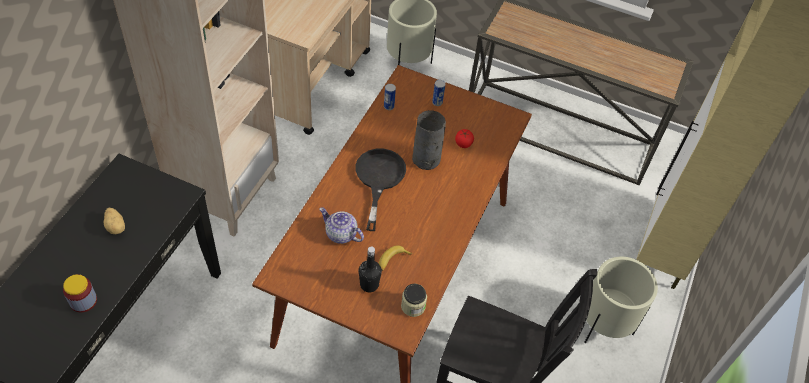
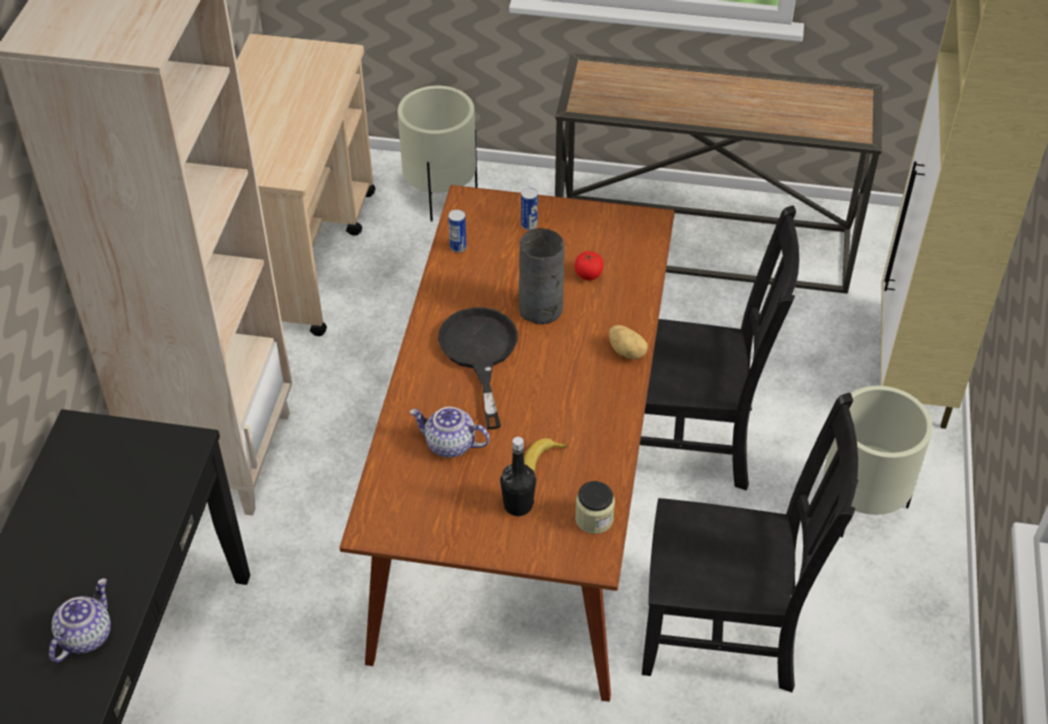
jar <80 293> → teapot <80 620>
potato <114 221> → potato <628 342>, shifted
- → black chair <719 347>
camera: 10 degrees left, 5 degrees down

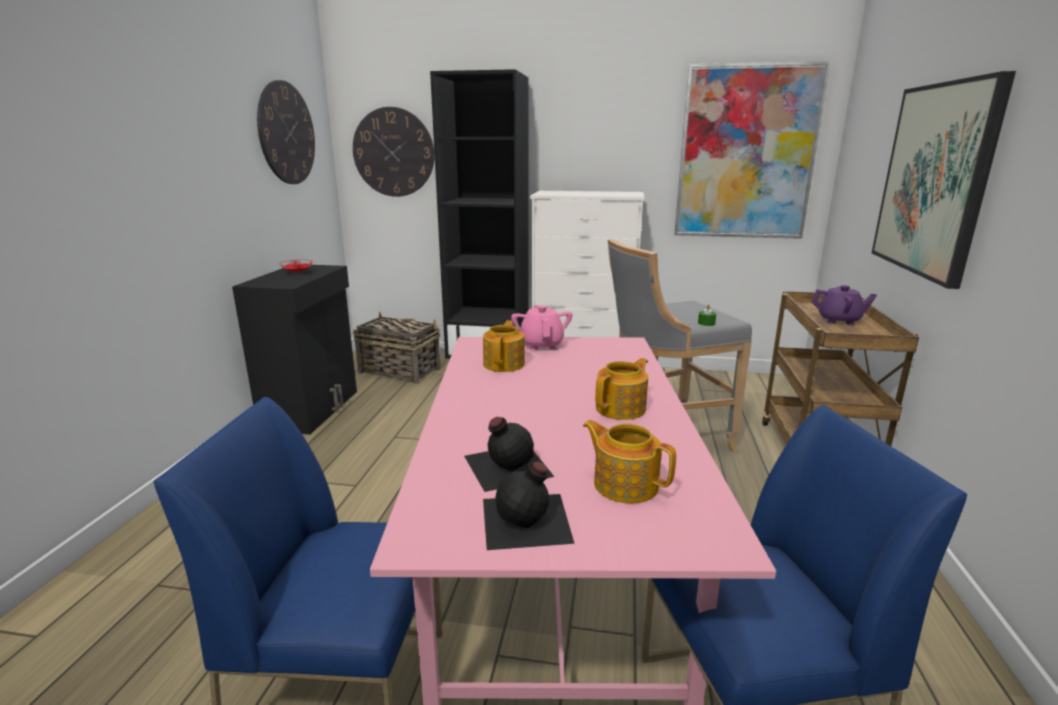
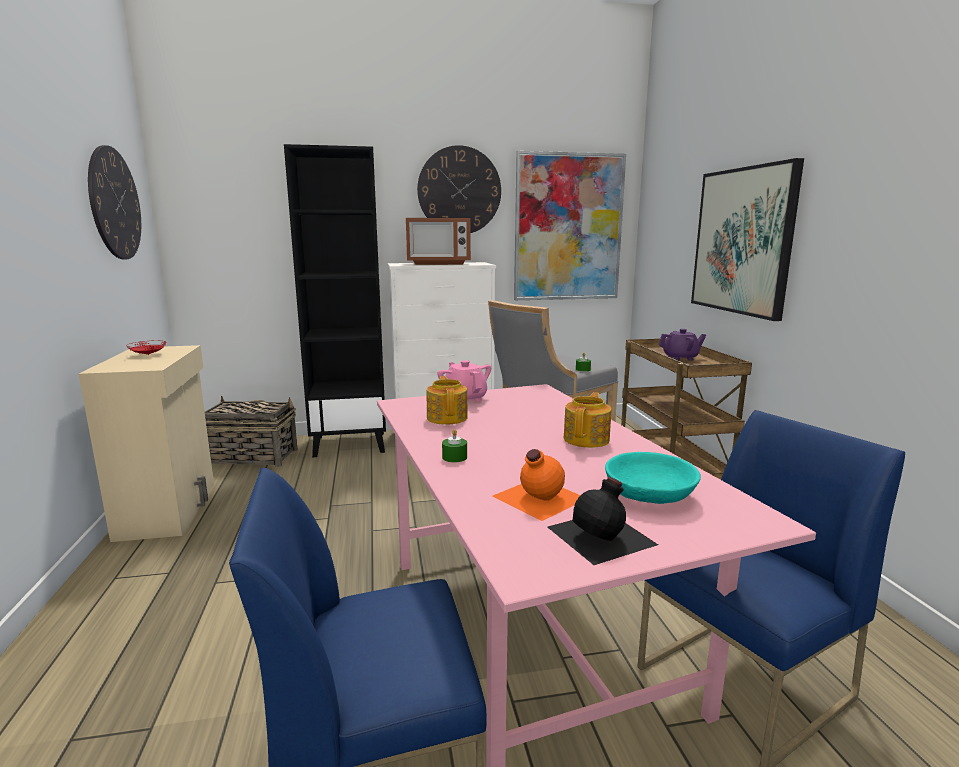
black cabinet <294 350> → beige cabinet <146 443>
wall clock <394 152> → wall clock <459 189>, shifted
black bottle <509 454> → orange bottle <536 485>
teapot <629 461> → turquoise bowl <653 478>
- → microwave <438 241>
- → green candle <454 446>
camera: 20 degrees left, 5 degrees down

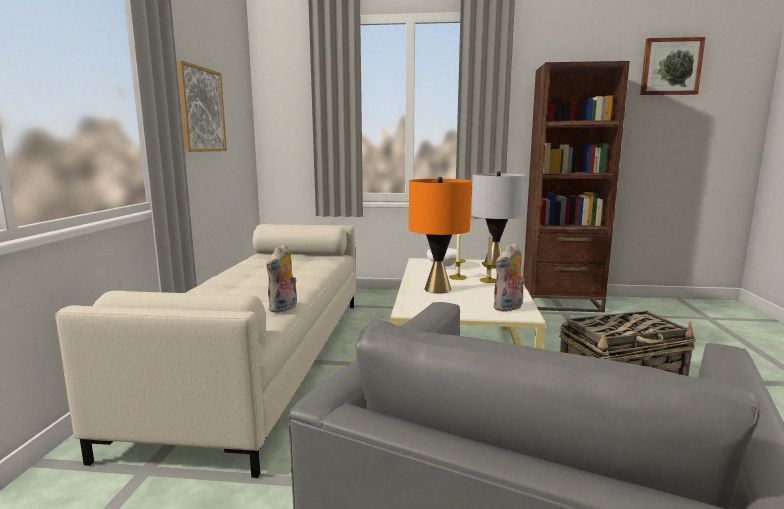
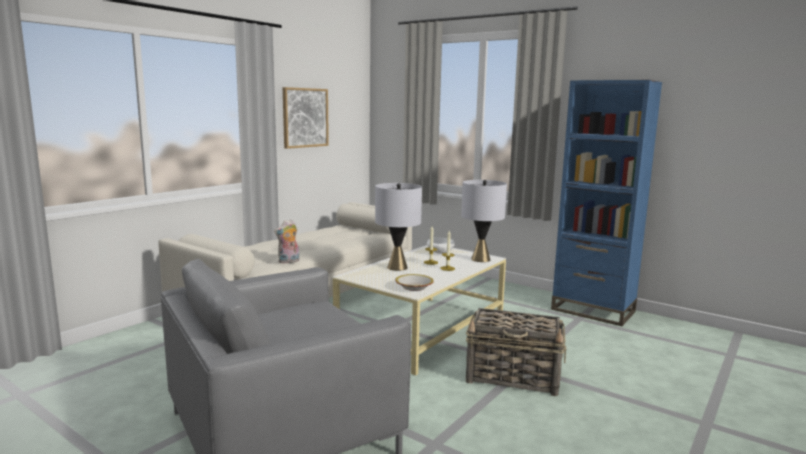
orange table lamp <440 235> → grey table lamp <398 227>
plush toy <509 277> → bowl <414 282>
brown bookcase <576 186> → blue bookcase <606 203>
picture <673 66> → -
camera: 30 degrees right, 0 degrees up

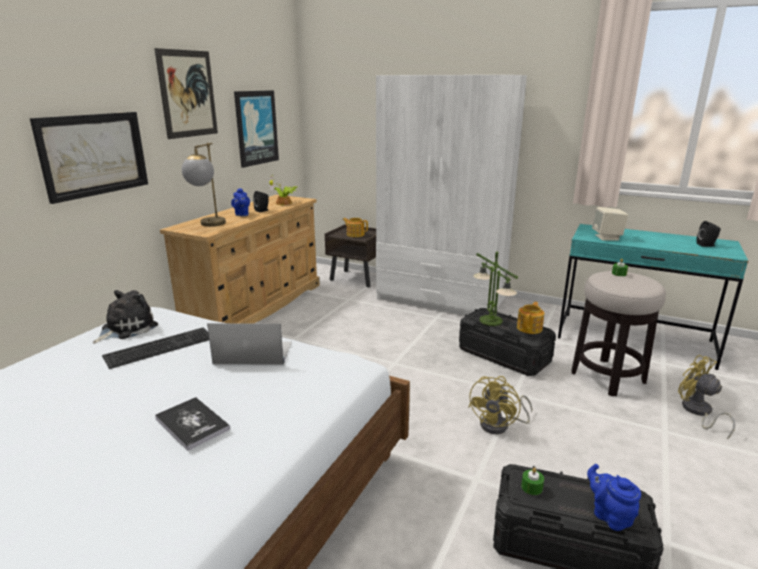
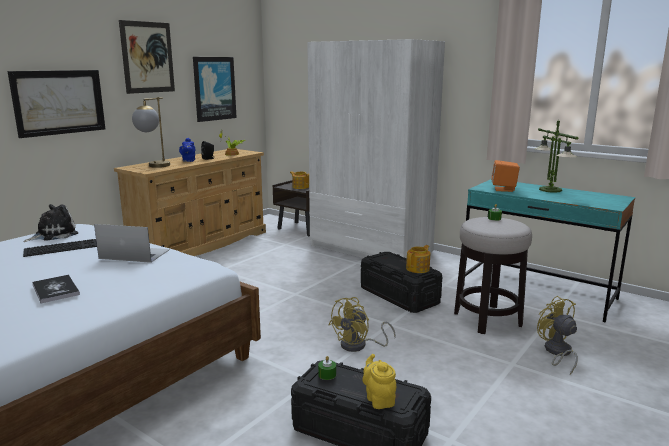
table lamp <495 289> → table lamp <556 156>, shifted
blue teapot <614 497> → yellow teapot <379 381>
beige speaker <610 223> → orange speaker <505 176>
black speaker <708 234> → -
camera: 10 degrees right, 5 degrees down

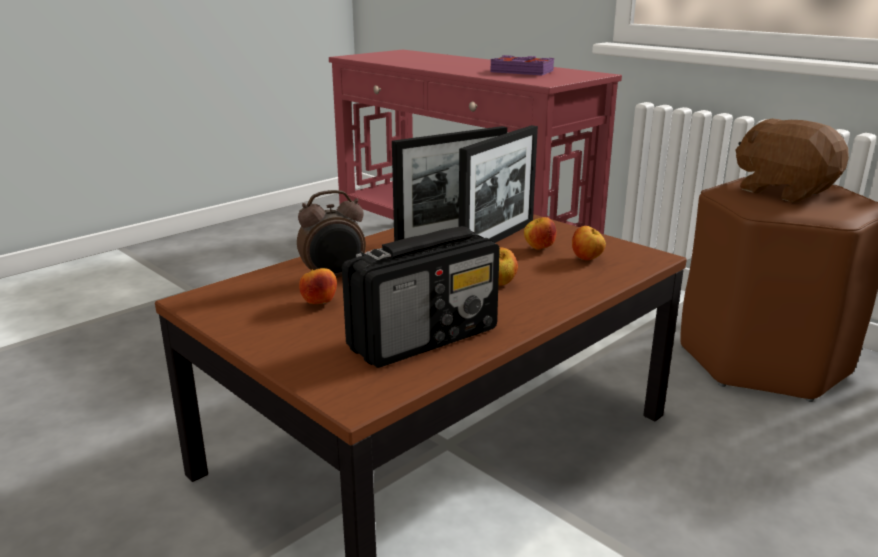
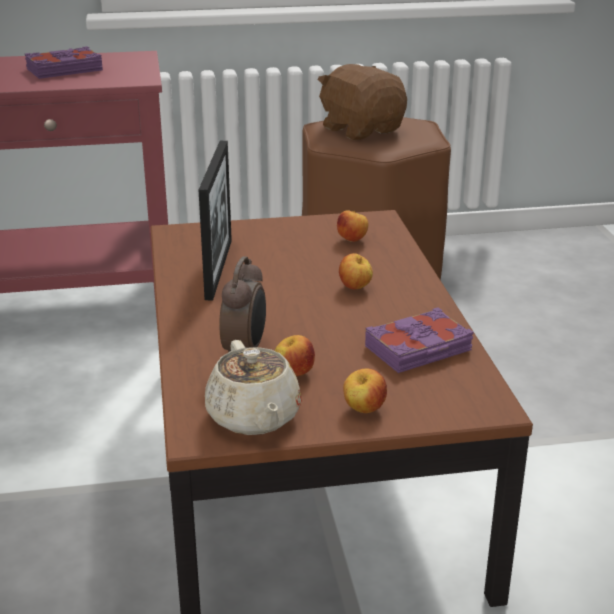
radio <421 297> → purple book <419 340>
picture frame <498 184> → -
apple <540 233> → apple <365 391>, shifted
brown plush toy <792 160> → brown plush toy <362 102>, 60 degrees clockwise
- → beige teapot <253 387>
camera: 55 degrees left, 5 degrees up

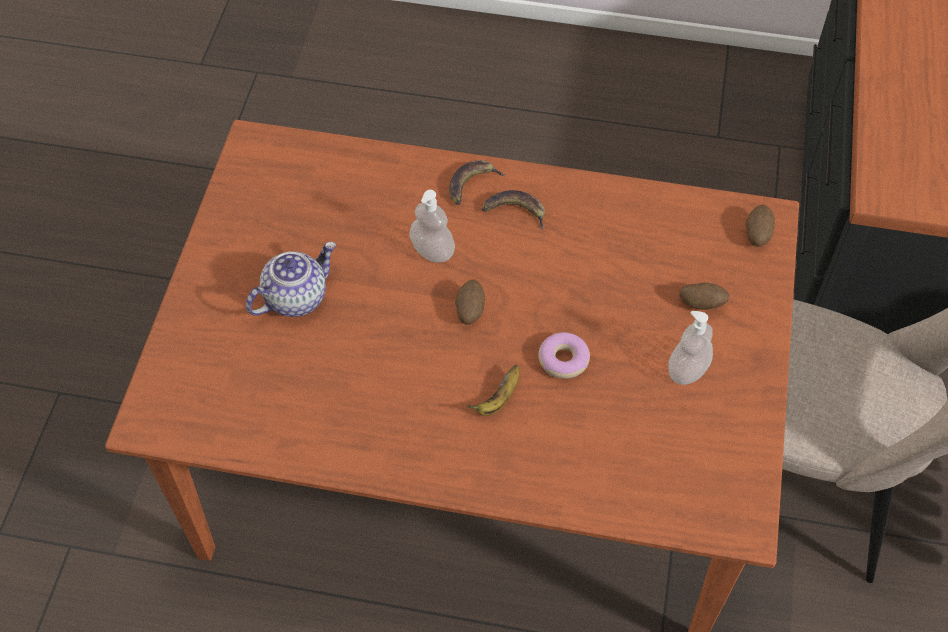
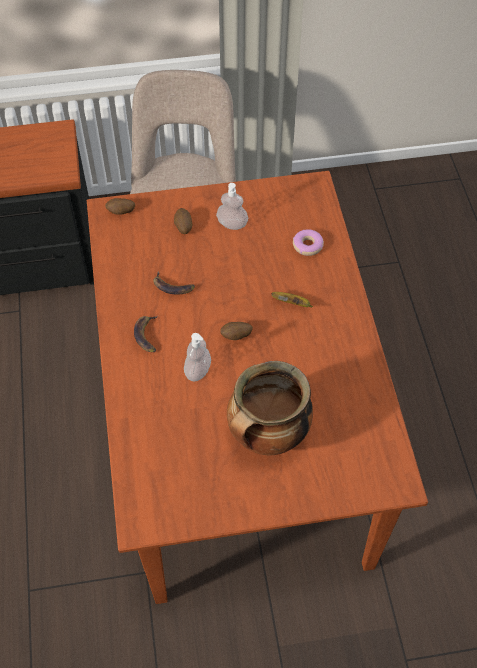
teapot <290 279> → cooking pot <270 408>
banana <477 182> → banana <174 283>, shifted
donut <564 355> → donut <308 242>, shifted
camera: 110 degrees left, 0 degrees up

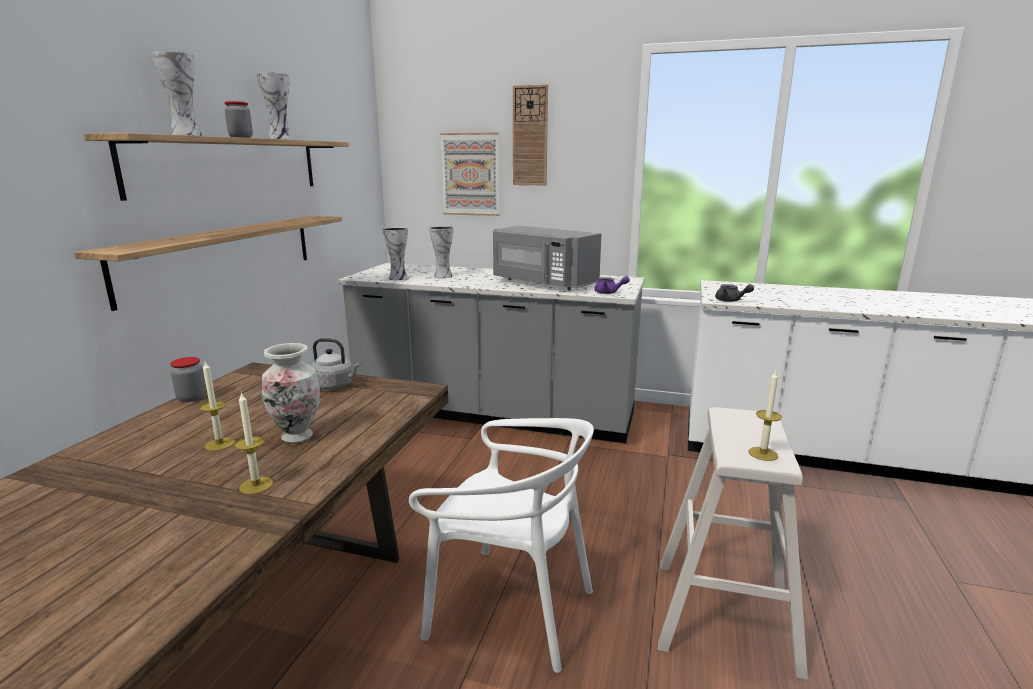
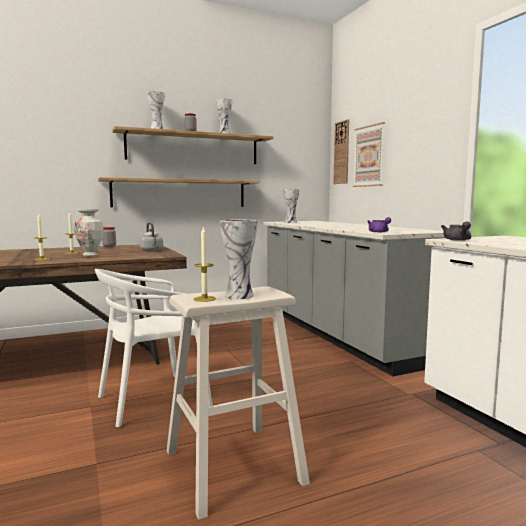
white chair <501 545> → white chair <154 348>, 75 degrees clockwise
vase <441 252> → vase <239 259>, shifted
grey microwave <547 258> → -
wall clock <530 135> → wall clock <341 151>, shifted
camera: 50 degrees right, 10 degrees down

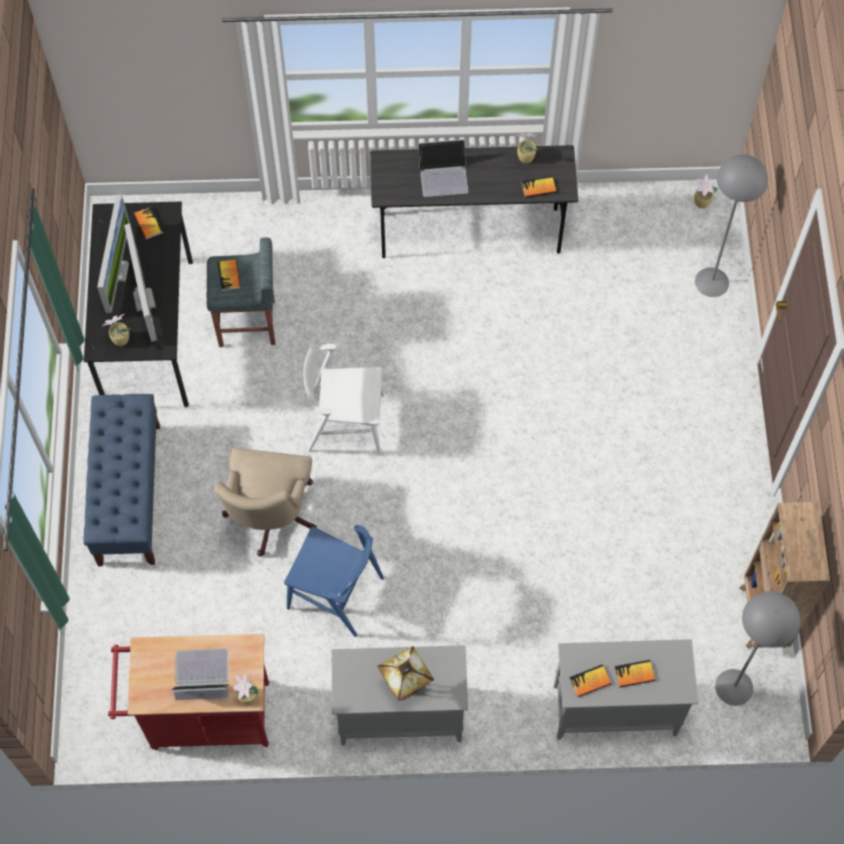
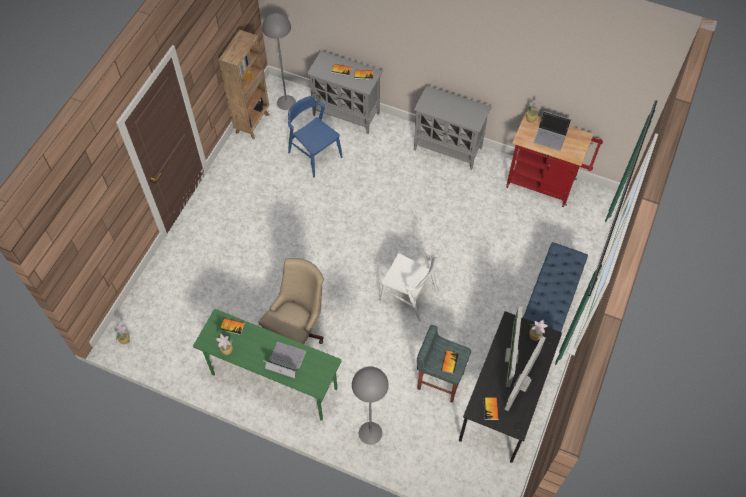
beige office chair <266 502> → beige office chair <291 301>, shifted
blue chair <334 581> → blue chair <315 137>, shifted
grey desk <474 201> → green desk <267 365>
table lamp <405 673> → -
grey floor lamp <731 226> → grey floor lamp <370 405>, shifted
camera: 155 degrees left, 5 degrees down

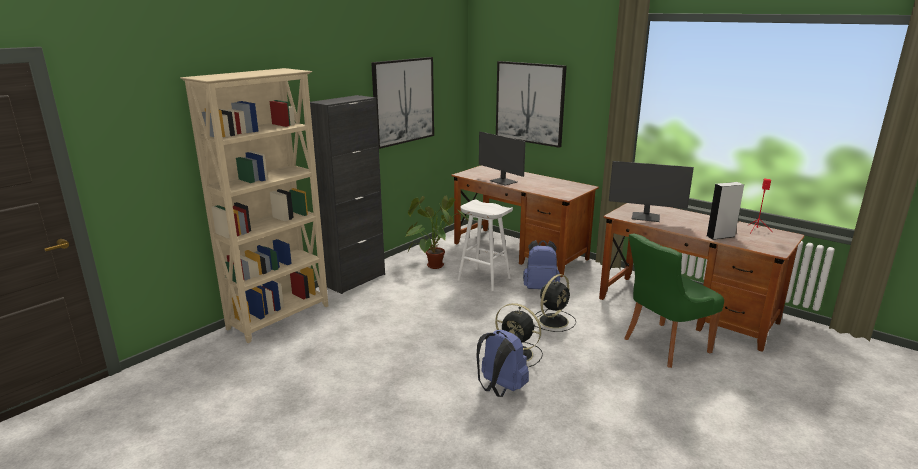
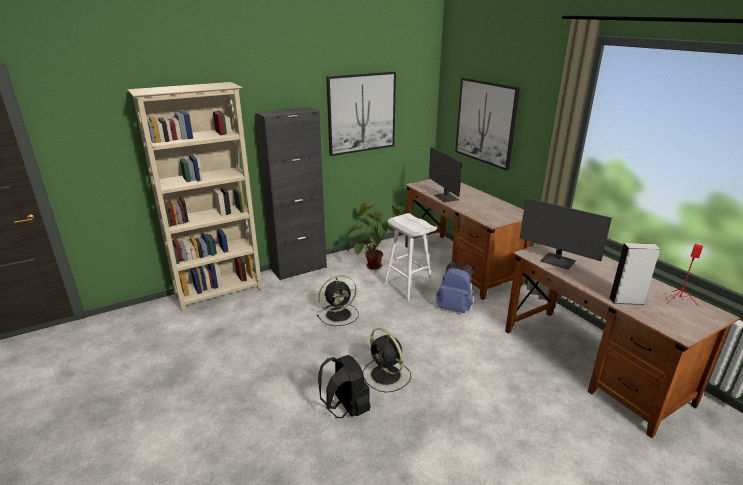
blue backpack <502 363> → black backpack <344 386>
black fan <555 303> → black fan <338 300>, shifted
green chair <674 301> → -
camera: 20 degrees right, 5 degrees up

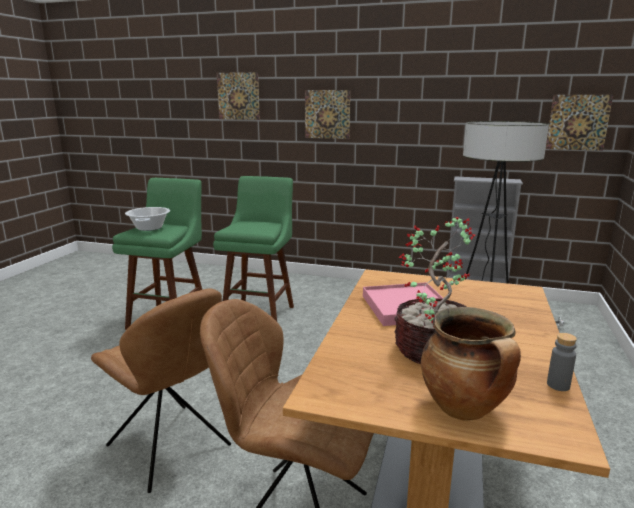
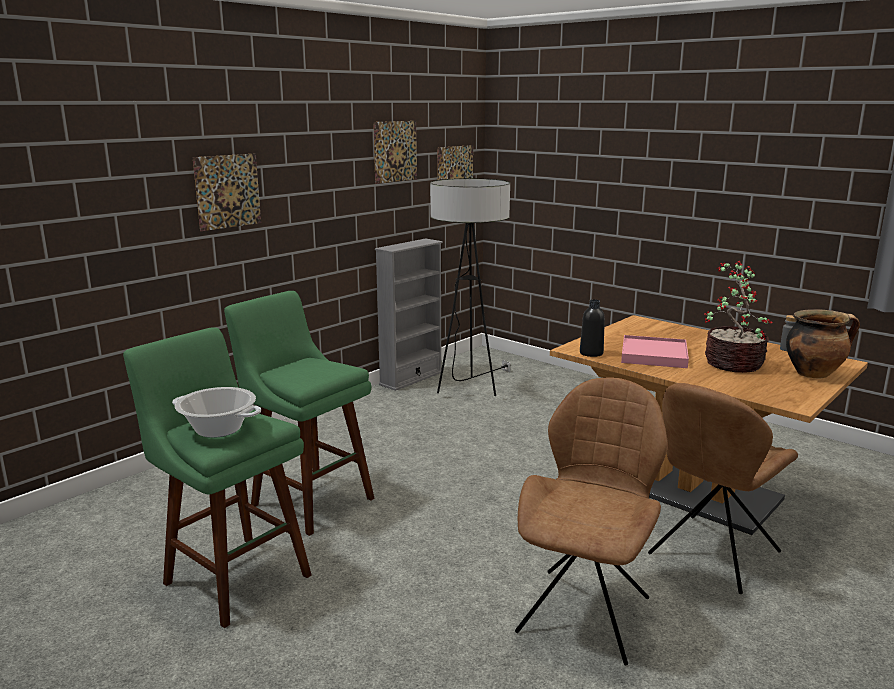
brown chair <161 391> → brown chair <591 521>, 45 degrees counterclockwise
picture <238 96> → picture <395 152>, shifted
- → black bottle <592 328>
camera: 65 degrees left, 0 degrees up

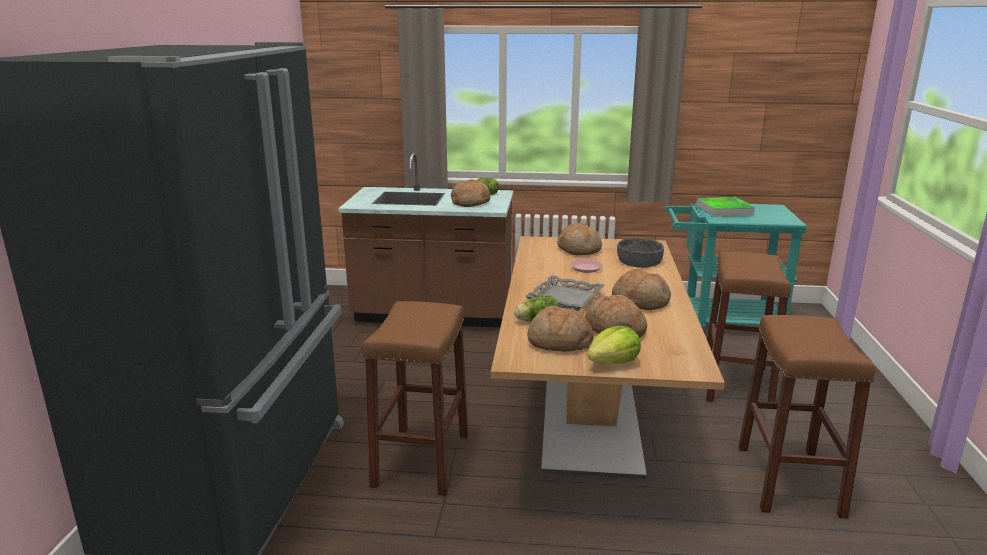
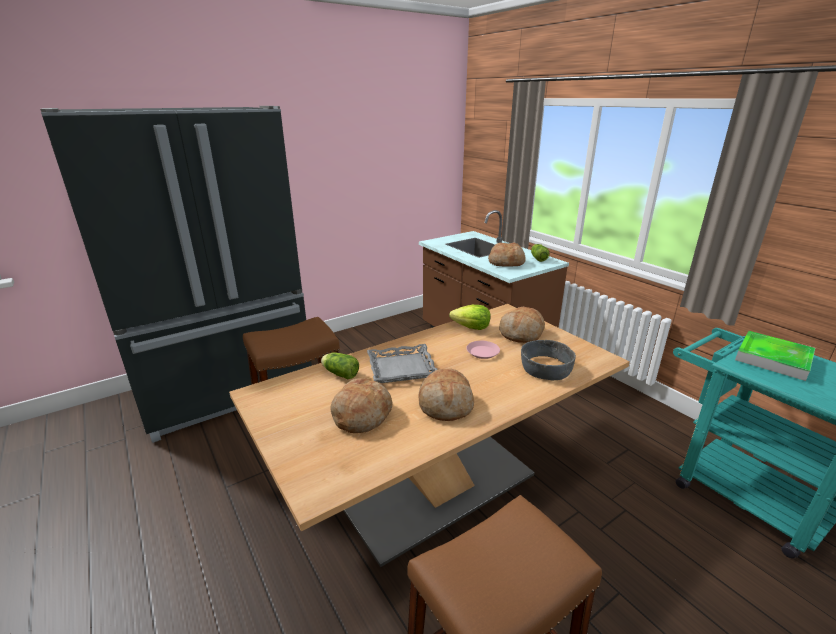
bread <560 329> → -
lettuce <614 345> → lettuce <470 317>, shifted
brown stool <748 326> → -
camera: 50 degrees right, 5 degrees up

